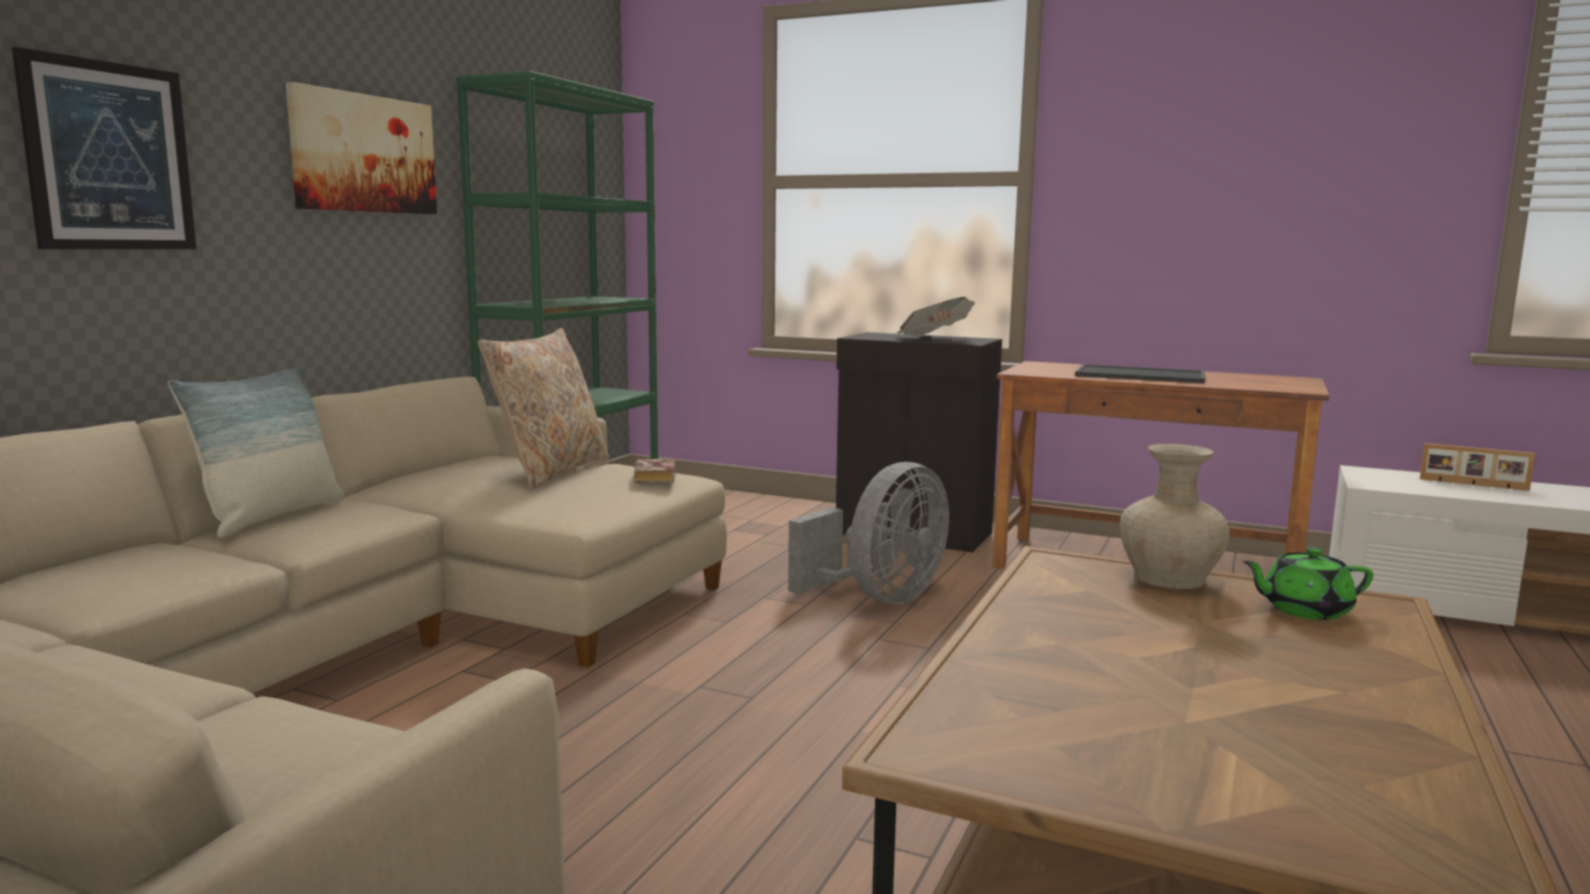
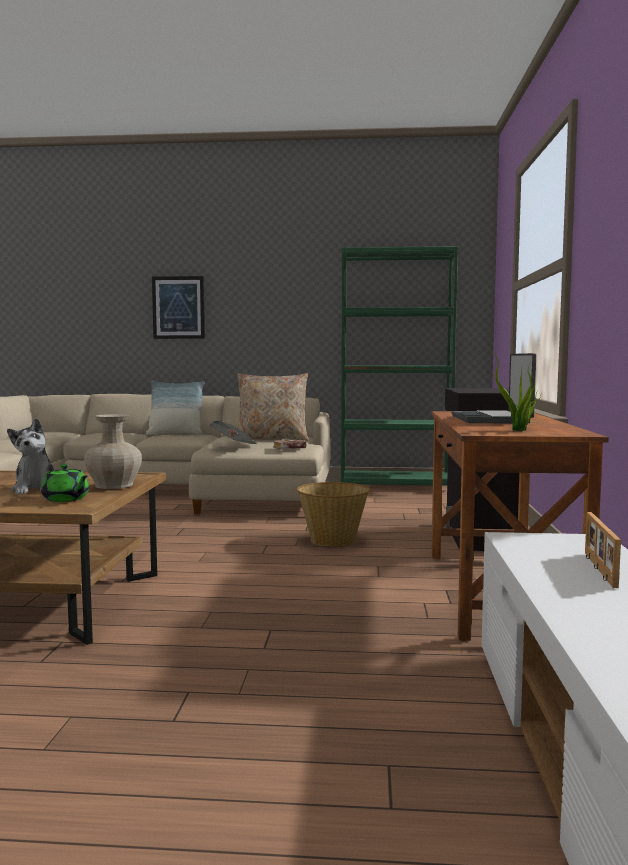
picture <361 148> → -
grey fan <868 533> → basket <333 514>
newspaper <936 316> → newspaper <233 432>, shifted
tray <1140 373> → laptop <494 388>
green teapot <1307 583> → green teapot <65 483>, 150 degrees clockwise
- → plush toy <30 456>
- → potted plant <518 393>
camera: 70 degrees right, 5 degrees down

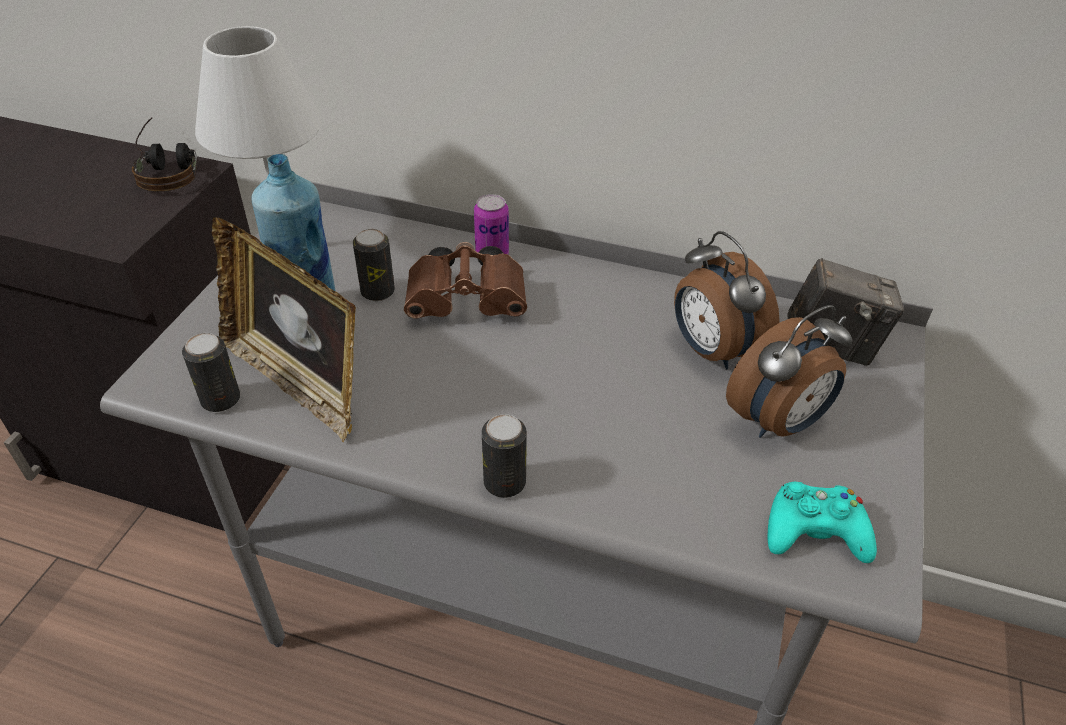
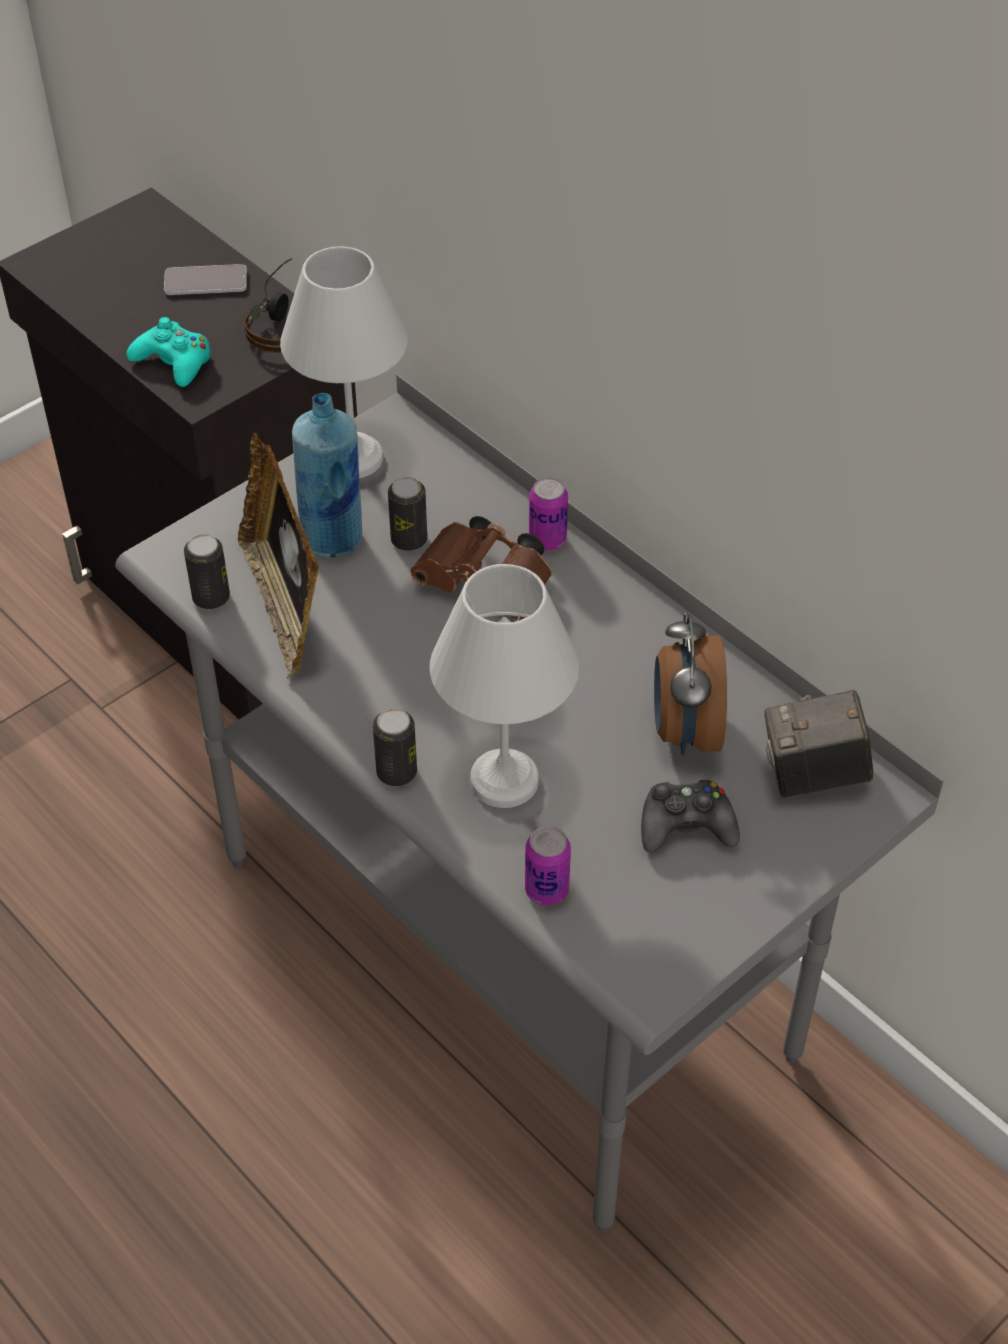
alarm clock <789 371> → black game controller <690 816>
turquoise game controller <822 522> → turquoise game controller <169 352>, shifted
photo camera <846 312> → photo camera <818 743>, 135 degrees clockwise
- → phone <205 279>
- → white table lamp <504 686>
- → can <548 866>
camera: 30 degrees right, 5 degrees up

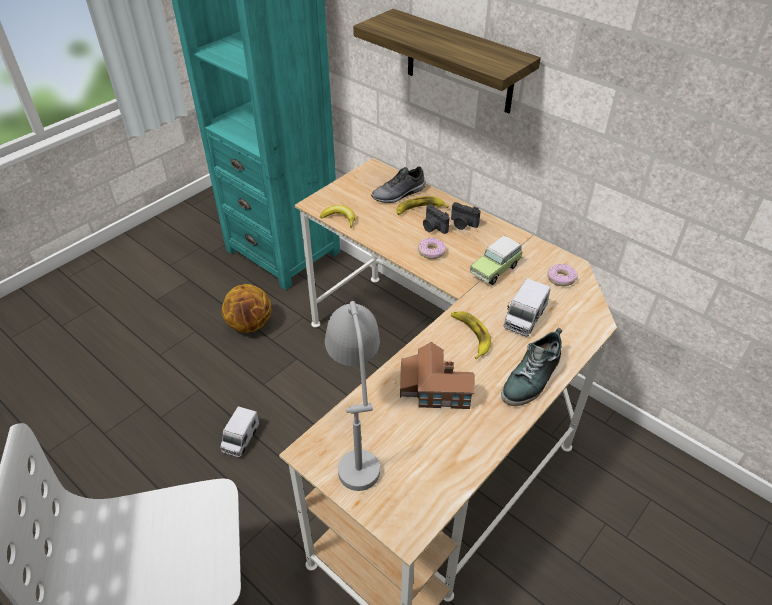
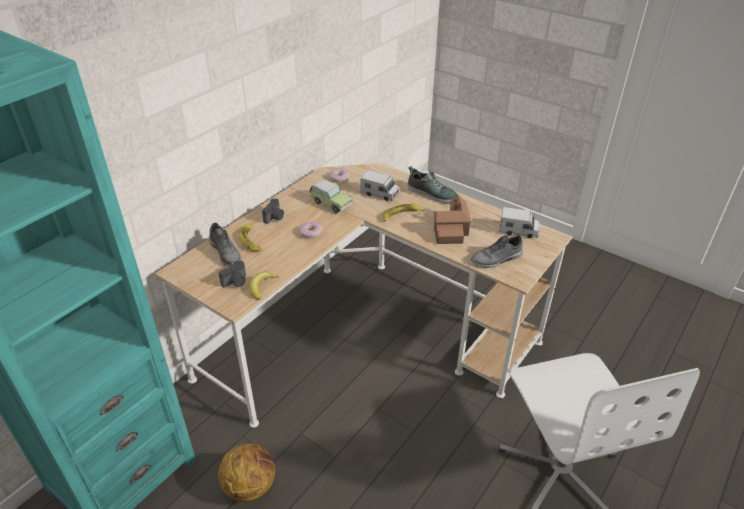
toy truck <240 432> → toy truck <519 222>, shifted
grey table lamp <352 396> → grey shoe <497 251>
shelf <447 61> → -
photo camera <436 219> → photo camera <232 274>, shifted
camera: 95 degrees left, 5 degrees down

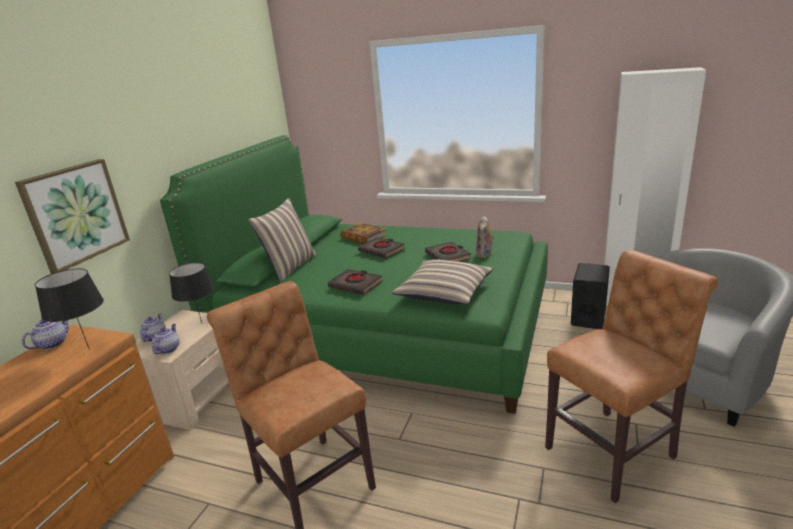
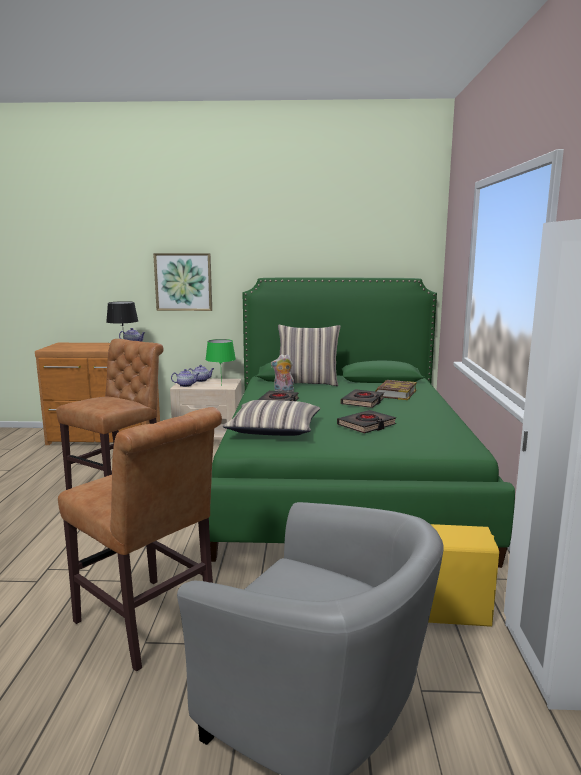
black table lamp <191 293> → green table lamp <220 362>
plush toy <485 237> → plush toy <282 373>, shifted
black speaker <590 296> → yellow speaker <463 575>
camera: 70 degrees right, 10 degrees down

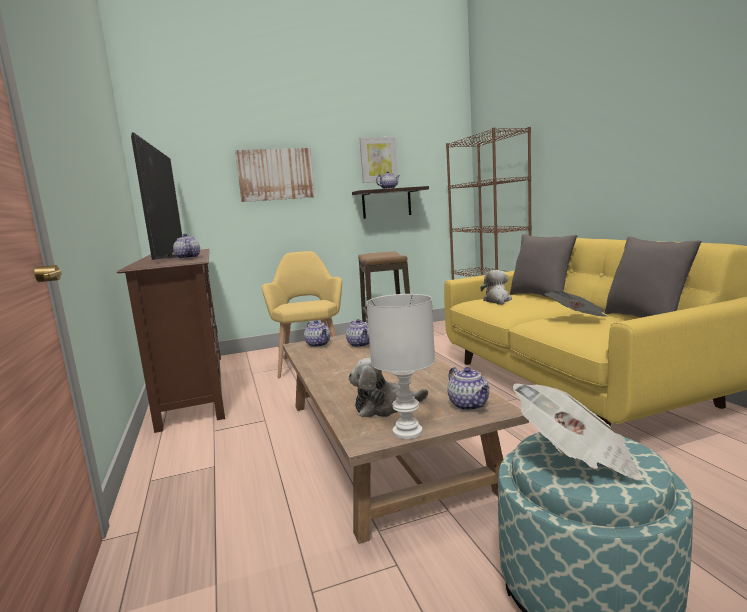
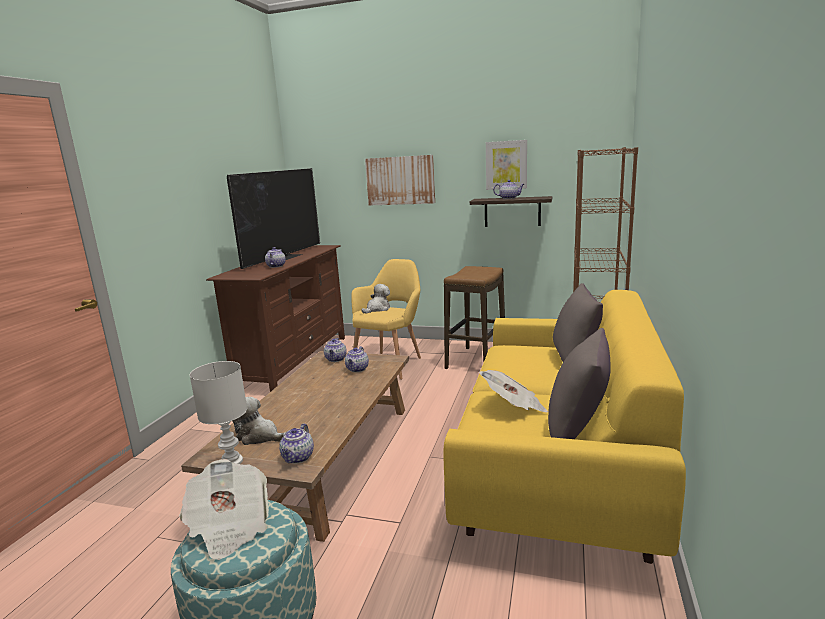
plush toy <496 287> → plush toy <375 299>, shifted
camera: 35 degrees right, 5 degrees up

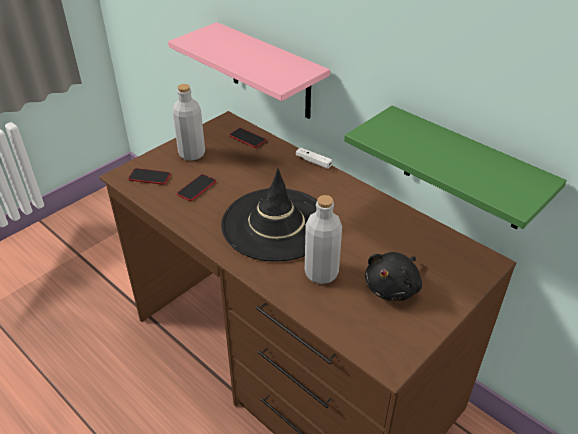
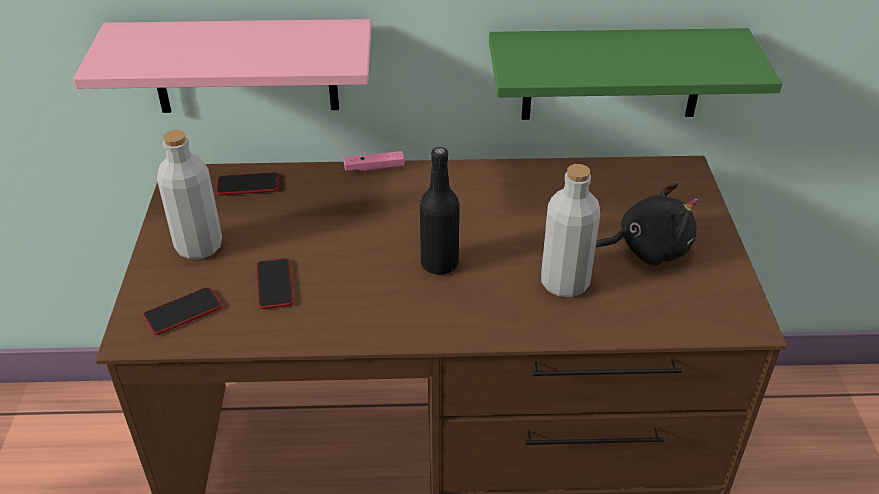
black hat <269 215> → black bottle <440 211>
white game controller <314 158> → pink game controller <373 161>
black plush toy <393 276> → black plush toy <647 224>, 90 degrees counterclockwise
camera: 45 degrees left, 0 degrees up

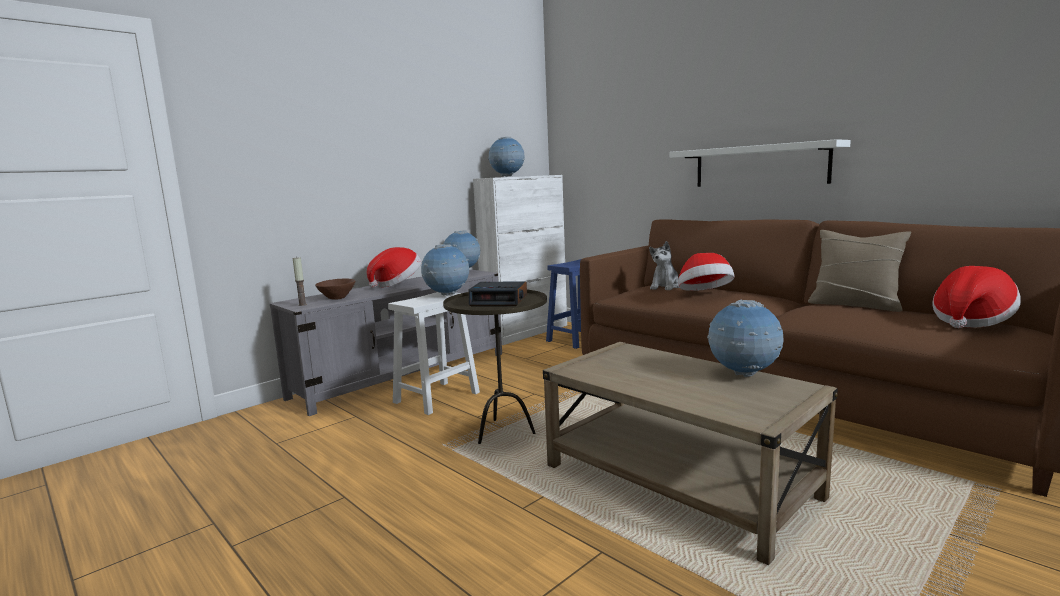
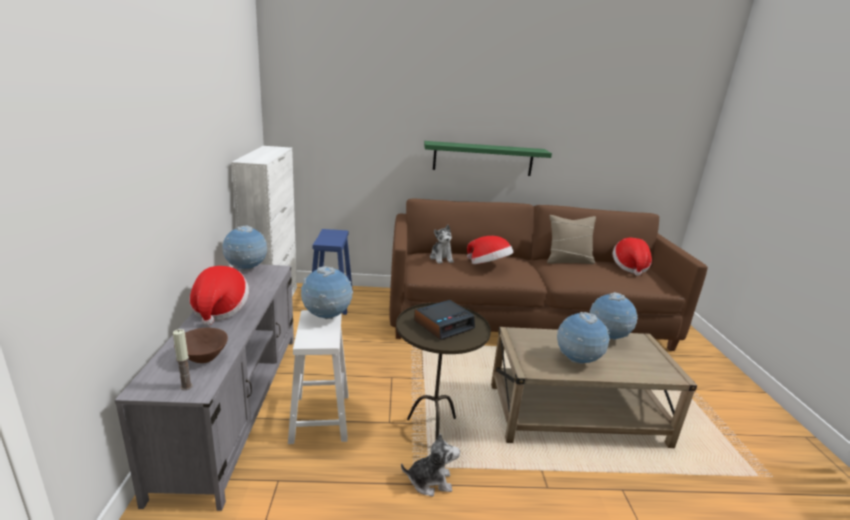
globe <506 157> → globe <583 338>, shifted
white shelf <760 163> → green shelf <488 158>
- → plush toy <430 464>
camera: 50 degrees left, 10 degrees up

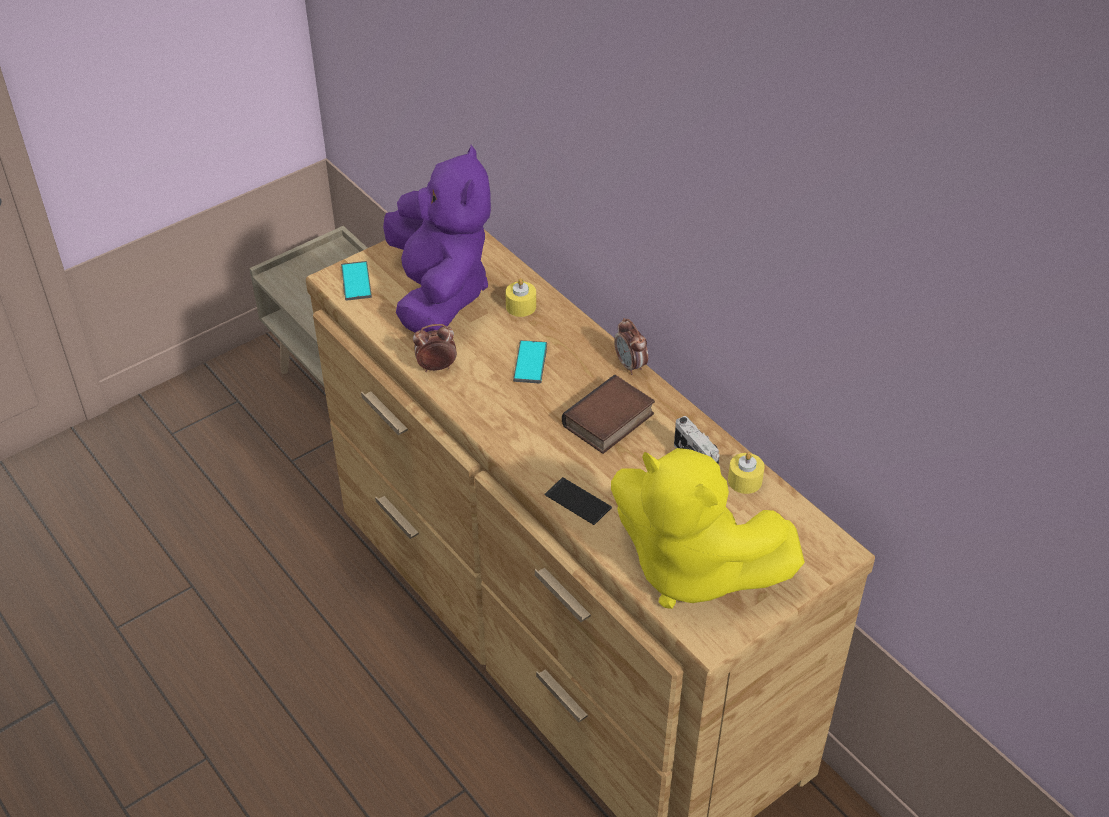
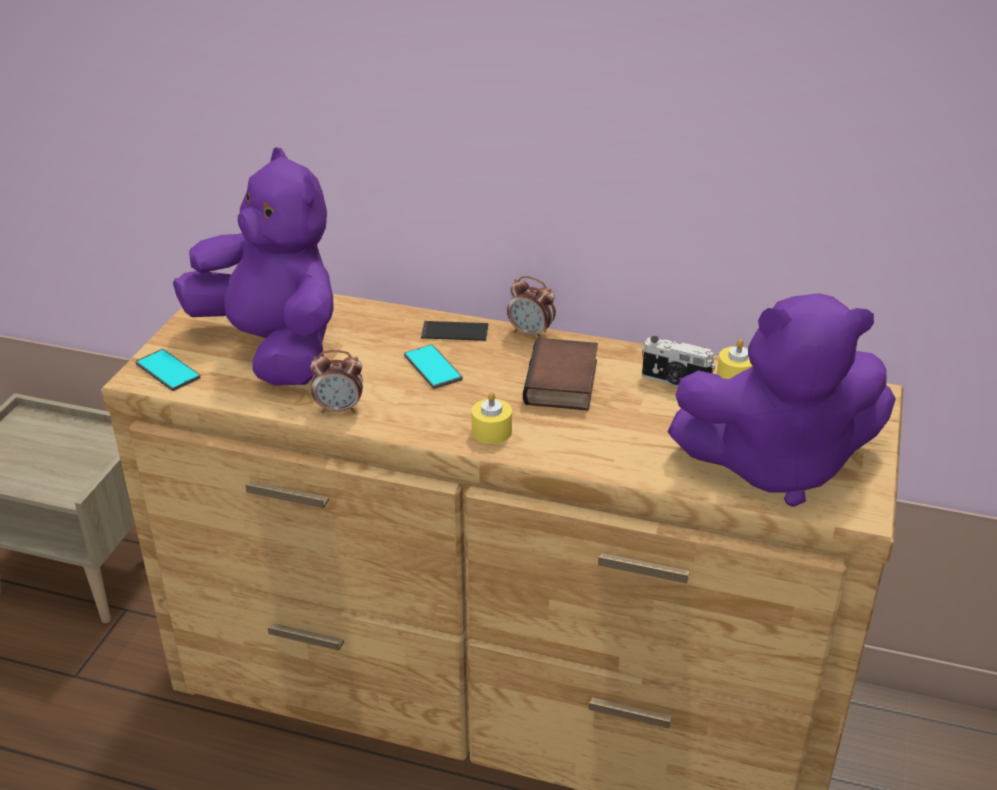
alarm clock <435 348> → alarm clock <337 381>, 135 degrees counterclockwise
yellow candle <520 297> → yellow candle <491 418>, shifted
phone <578 501> → phone <454 331>, shifted
yellow plush toy <708 528> → purple plush toy <781 400>
camera: 35 degrees left, 10 degrees down

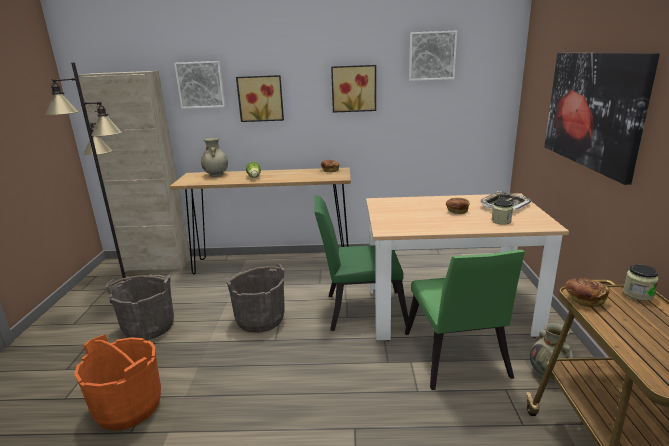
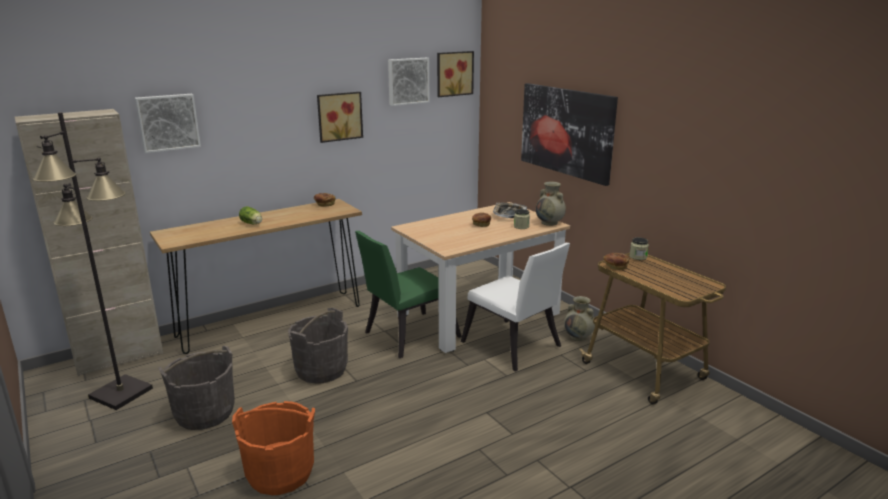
beige vase <214 157> → beige vase <551 204>, shifted
picture <260 98> → picture <455 74>, shifted
green chair <465 320> → white chair <515 307>
camera: 35 degrees left, 0 degrees up

